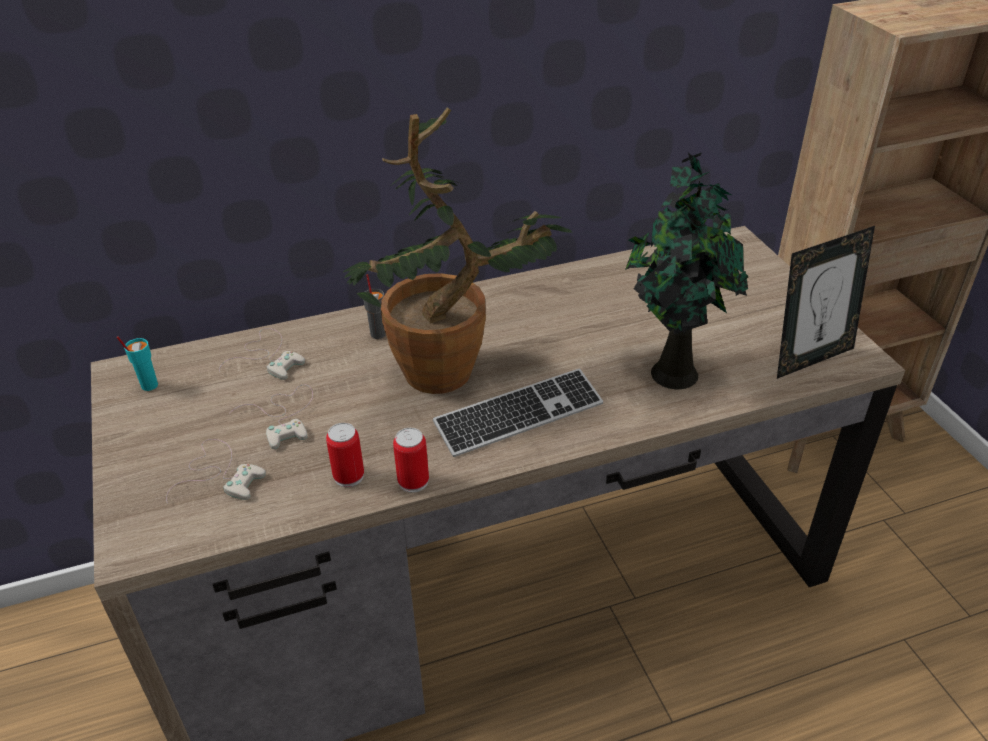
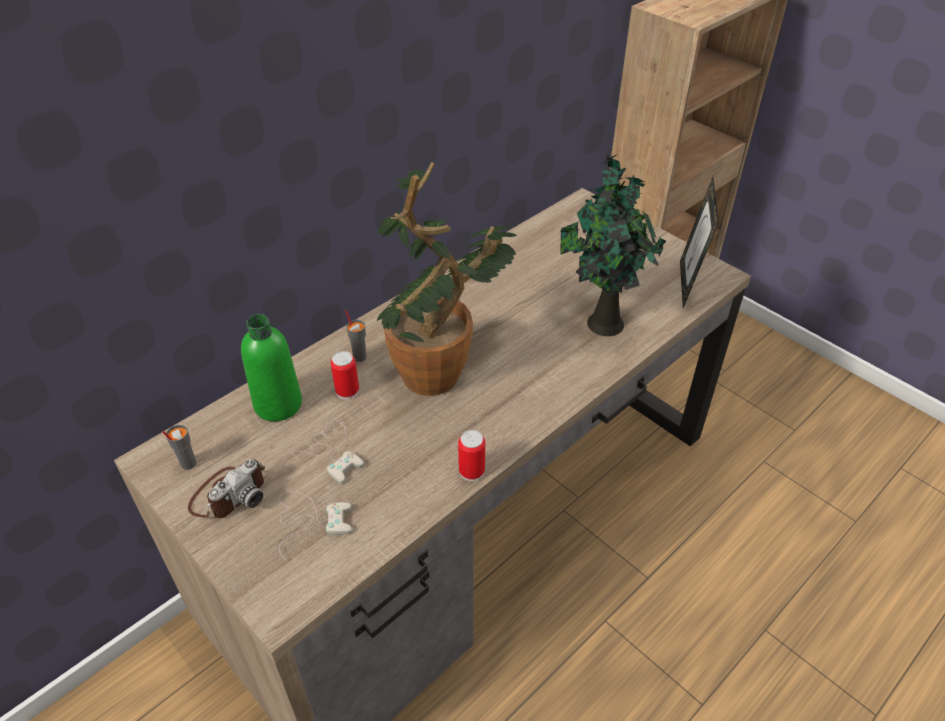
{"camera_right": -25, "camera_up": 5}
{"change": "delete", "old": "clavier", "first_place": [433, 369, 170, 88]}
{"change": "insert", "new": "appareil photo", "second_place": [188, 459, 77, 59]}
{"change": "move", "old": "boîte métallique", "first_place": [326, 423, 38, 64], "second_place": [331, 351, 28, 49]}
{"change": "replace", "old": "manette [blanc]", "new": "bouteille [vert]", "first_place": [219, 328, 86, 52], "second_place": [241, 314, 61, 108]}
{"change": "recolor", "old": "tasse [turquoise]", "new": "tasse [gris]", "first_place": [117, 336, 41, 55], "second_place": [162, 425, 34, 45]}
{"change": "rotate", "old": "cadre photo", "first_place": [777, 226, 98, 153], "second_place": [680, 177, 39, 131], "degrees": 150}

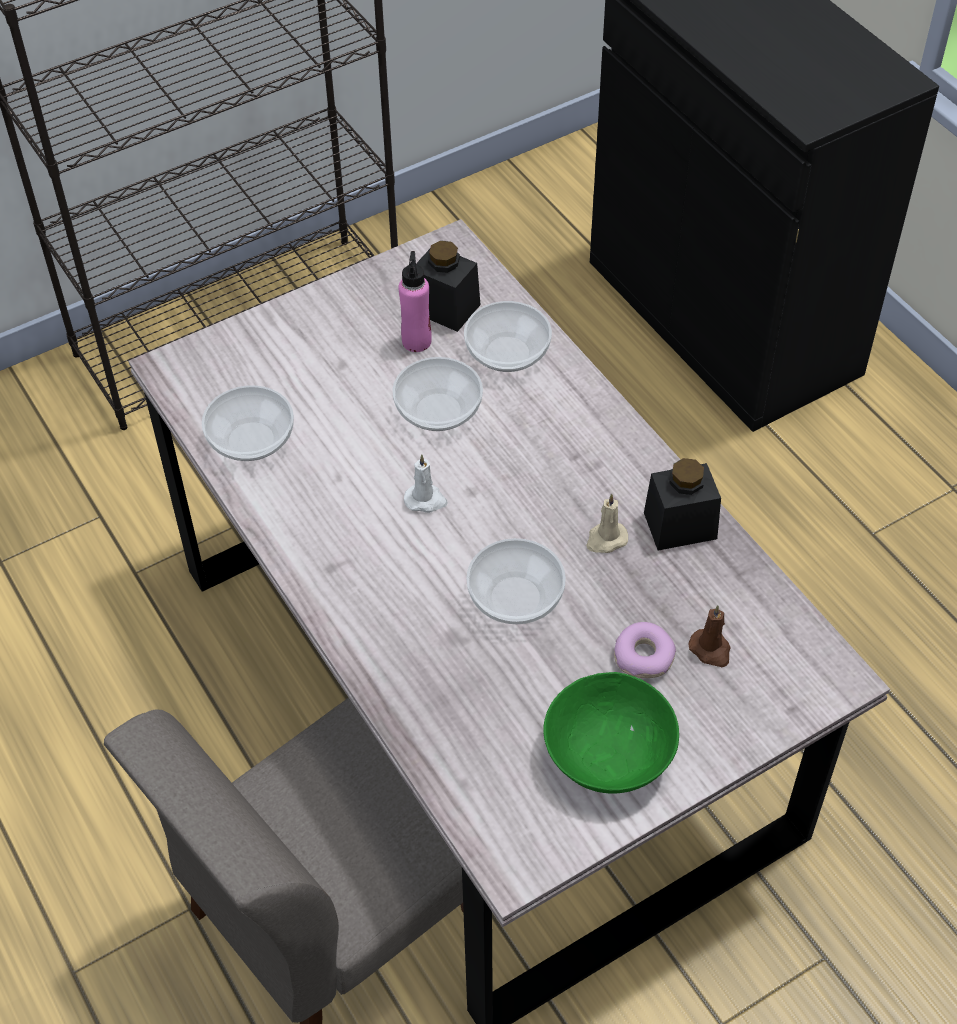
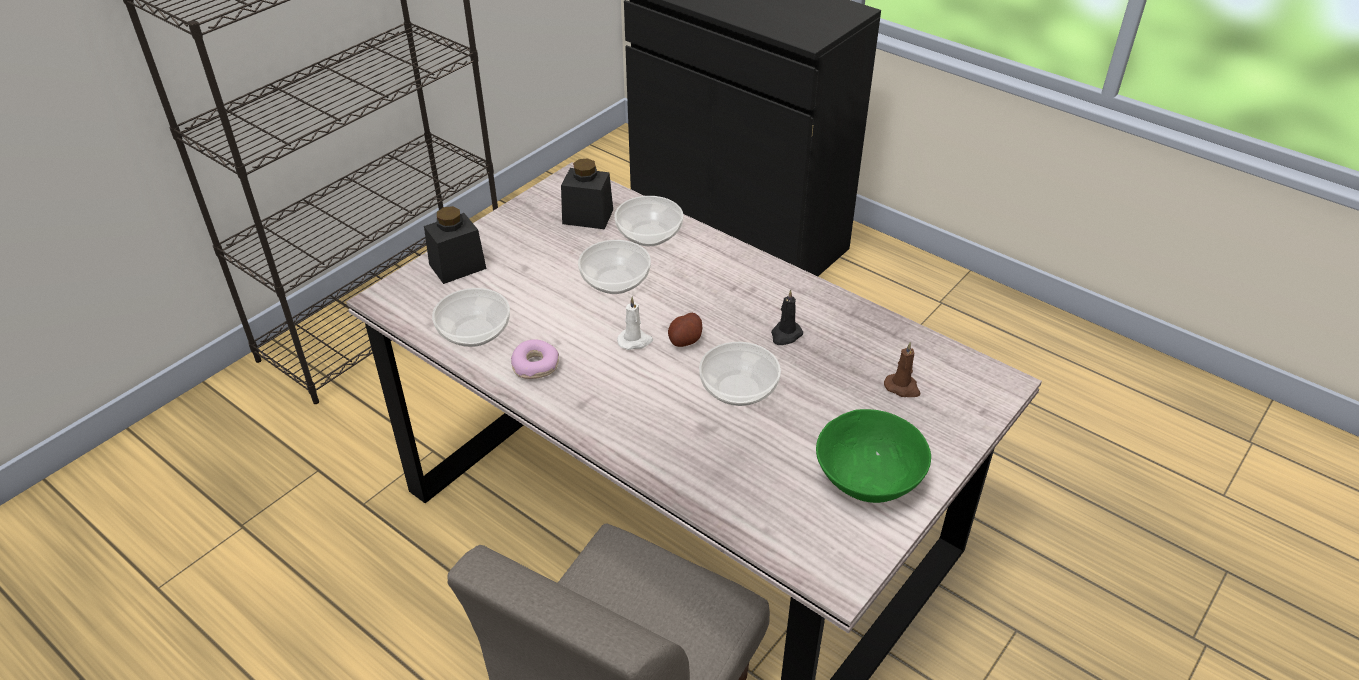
{"camera_right": -20, "camera_up": -10}
{"change": "delete", "old": "bouteille [rose]", "first_place": [398, 251, 34, 101]}
{"change": "insert", "new": "pomme de terre", "second_place": [668, 313, 34, 34]}
{"change": "move", "old": "beignet", "first_place": [614, 622, 62, 56], "second_place": [511, 339, 48, 40]}
{"change": "move", "old": "bocal [noir]", "first_place": [644, 458, 77, 92], "second_place": [424, 206, 62, 78]}
{"change": "recolor", "old": "bougie [beige]", "new": "bougie [noir]", "first_place": [586, 493, 42, 60], "second_place": [771, 290, 32, 55]}

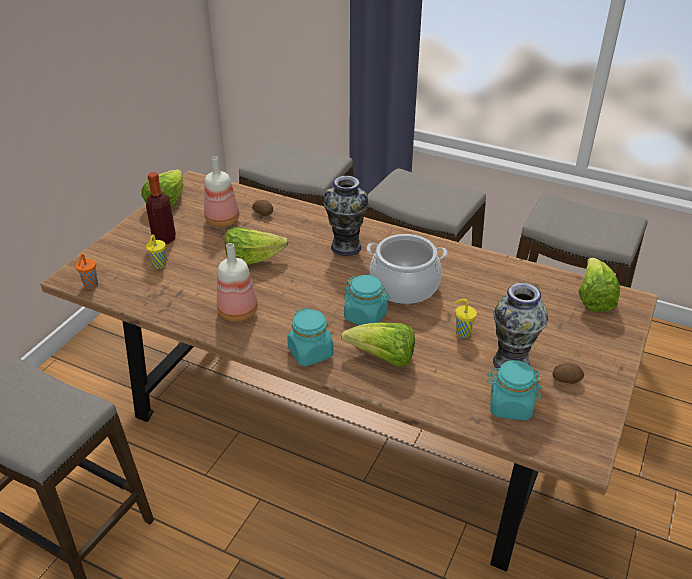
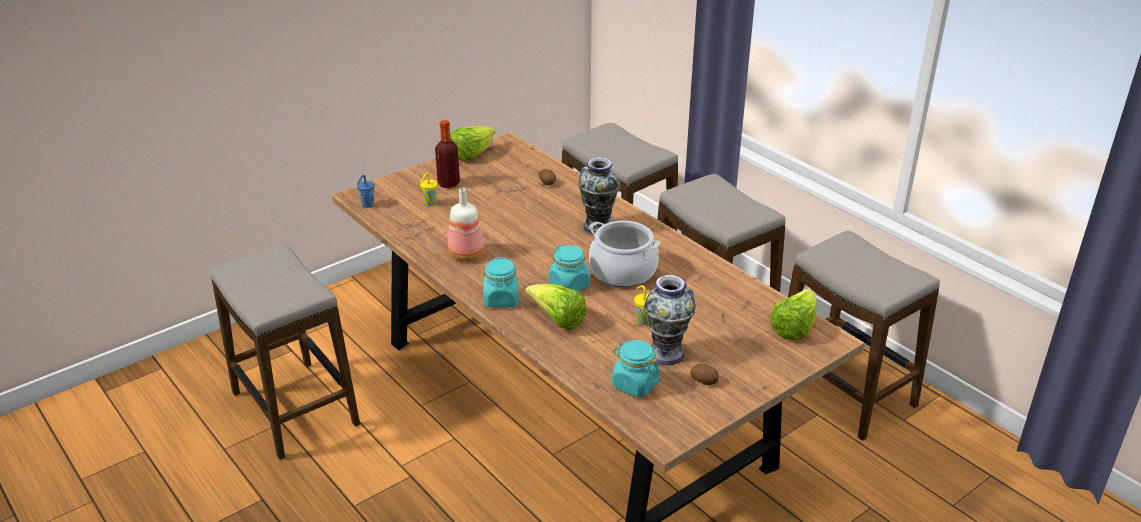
{"camera_right": 25, "camera_up": -5}
{"change": "delete", "old": "bouteille", "first_place": [204, 157, 35, 70]}
{"change": "delete", "old": "laitue", "first_place": [225, 227, 64, 38]}
{"change": "recolor", "old": "tasse [orange]", "new": "tasse [bleu]", "first_place": [75, 254, 23, 35], "second_place": [357, 175, 18, 33]}

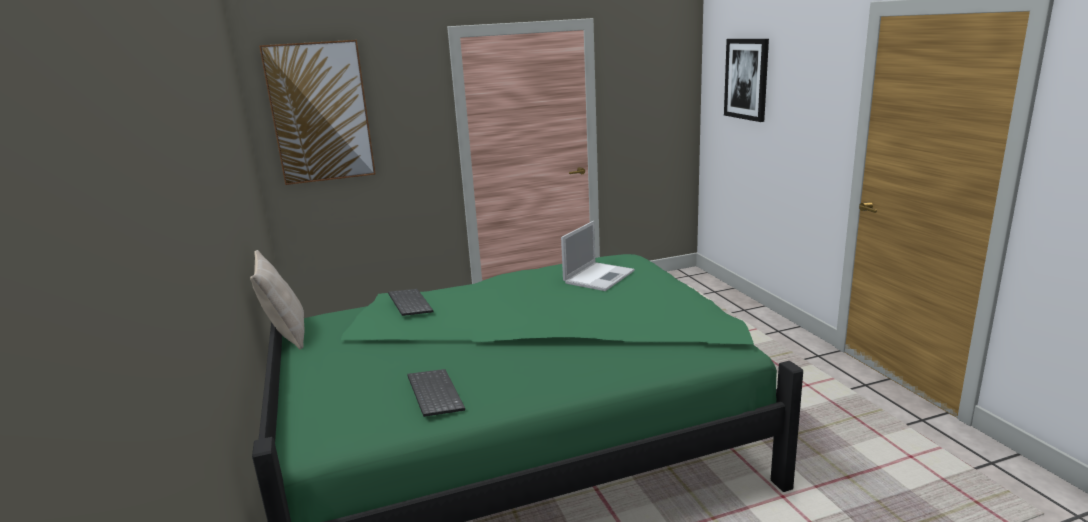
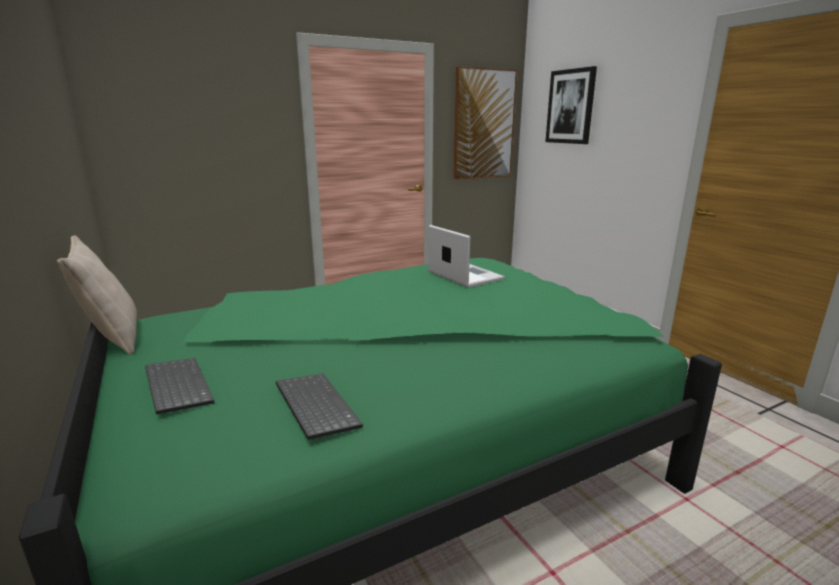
{"camera_right": -10, "camera_up": 0}
{"change": "move", "old": "tableau", "first_place": [259, 40, 117, 145], "second_place": [453, 66, 64, 114]}
{"change": "move", "old": "clavier", "first_place": [388, 289, 45, 27], "second_place": [145, 358, 69, 57]}
{"change": "rotate", "old": "ordinateur portable", "first_place": [561, 221, 73, 70], "second_place": [428, 225, 77, 63], "degrees": -60}

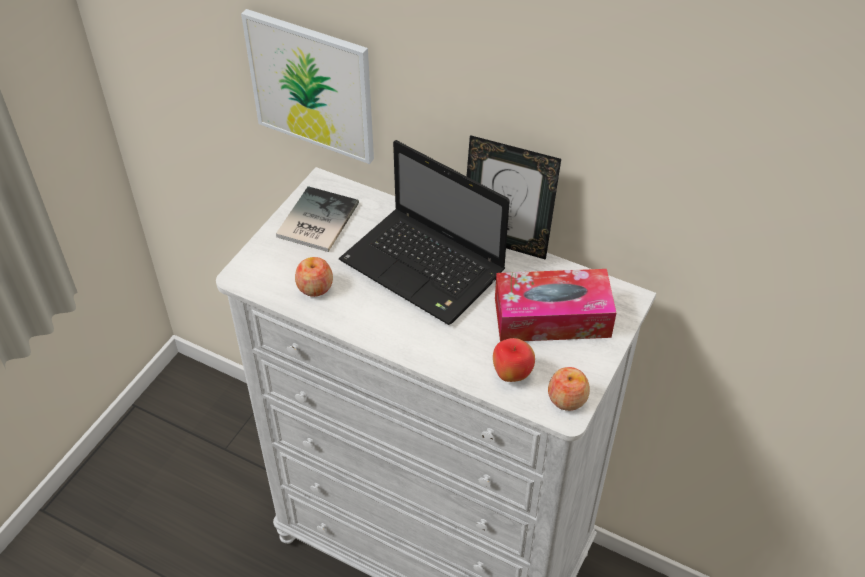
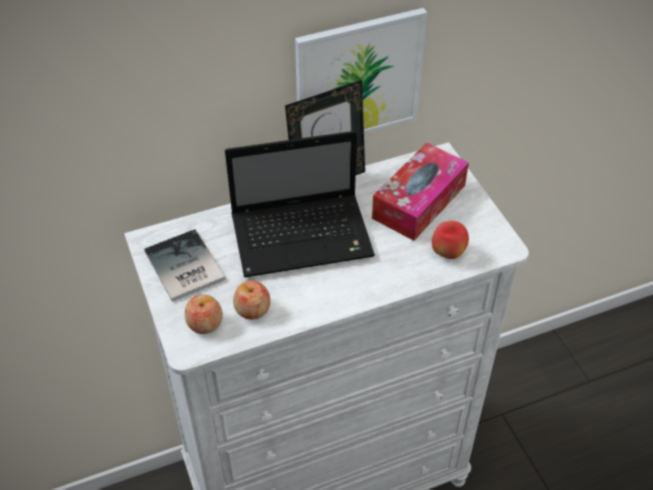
{"camera_right": -50, "camera_up": 0}
{"change": "move", "old": "tableau", "first_place": [241, 9, 133, 155], "second_place": [295, 8, 132, 125]}
{"change": "move", "old": "pomme", "first_place": [548, 367, 42, 44], "second_place": [185, 295, 38, 39]}

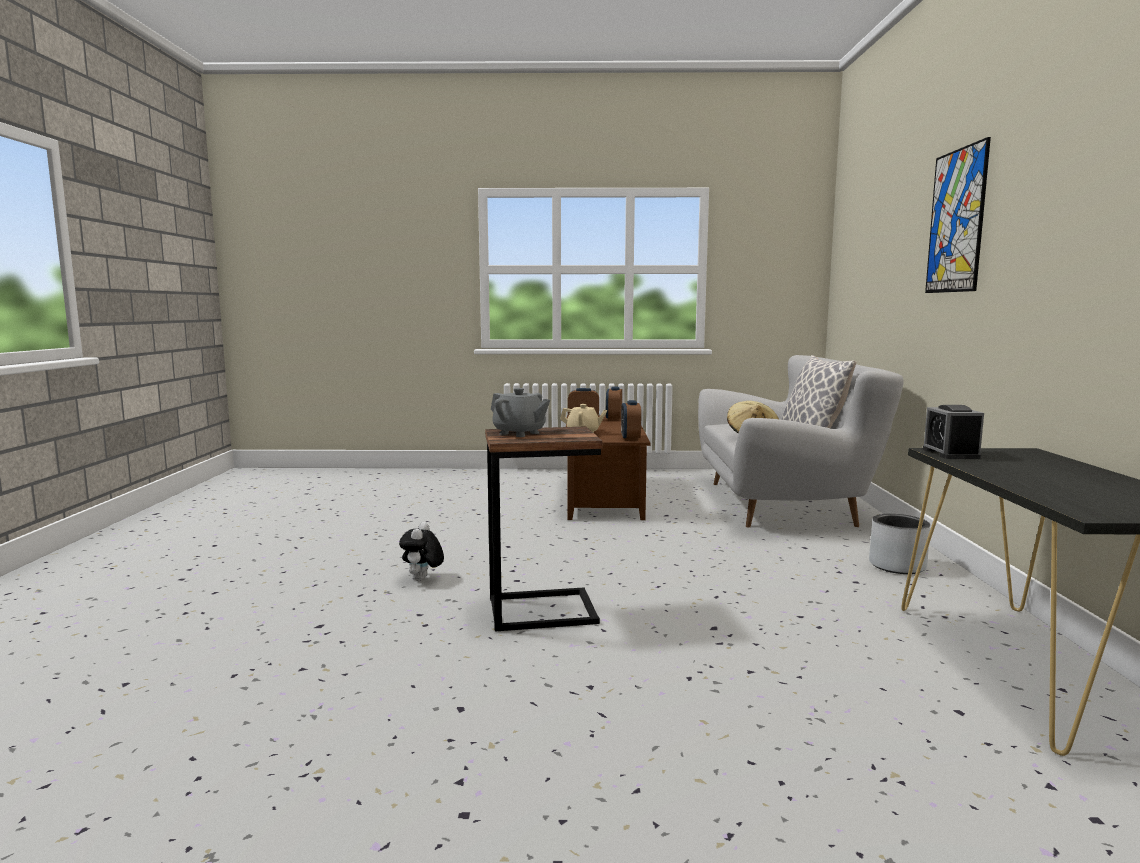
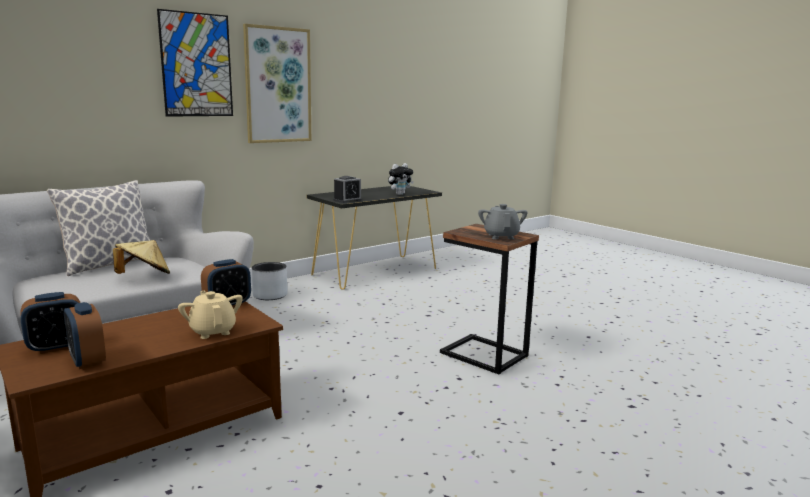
{"camera_right": -130, "camera_up": 5}
{"change": "insert", "new": "tableau", "second_place": [243, 24, 68, 119]}
{"change": "move", "old": "peluche", "first_place": [399, 522, 45, 58], "second_place": [388, 163, 26, 32]}

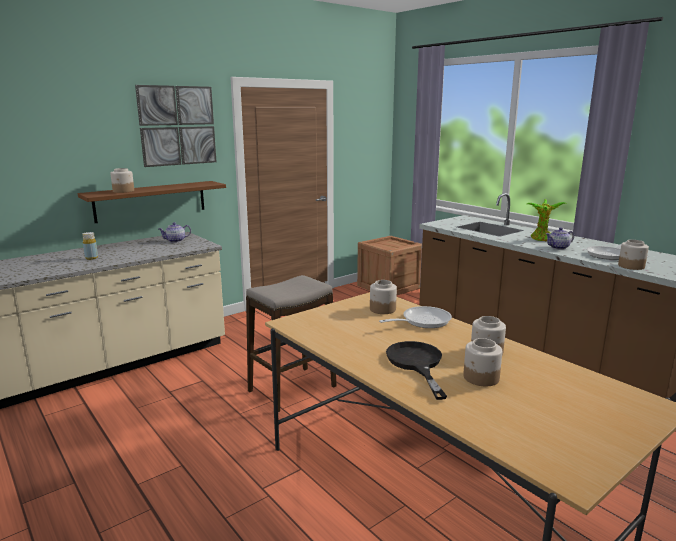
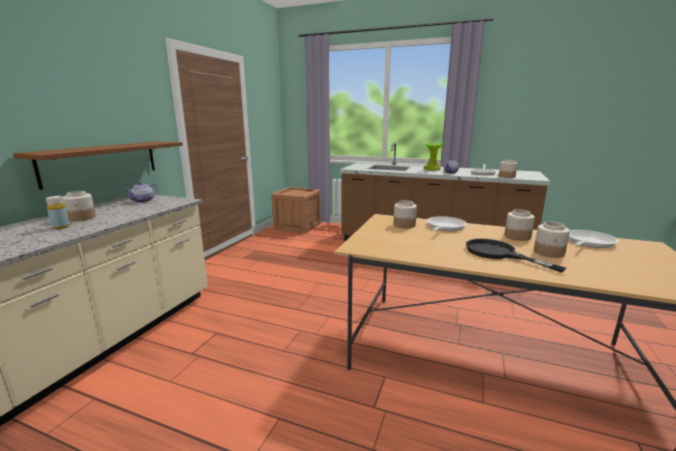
{"camera_right": -30, "camera_up": 0}
{"change": "delete", "old": "tableau", "first_place": [135, 85, 81, 82]}
{"change": "delete", "old": "tabouret", "first_place": [246, 275, 91, 137]}
{"change": "insert", "new": "poêle", "second_place": [569, 230, 50, 18]}
{"change": "move", "old": "bocal", "first_place": [110, 168, 24, 25], "second_place": [62, 191, 34, 30]}

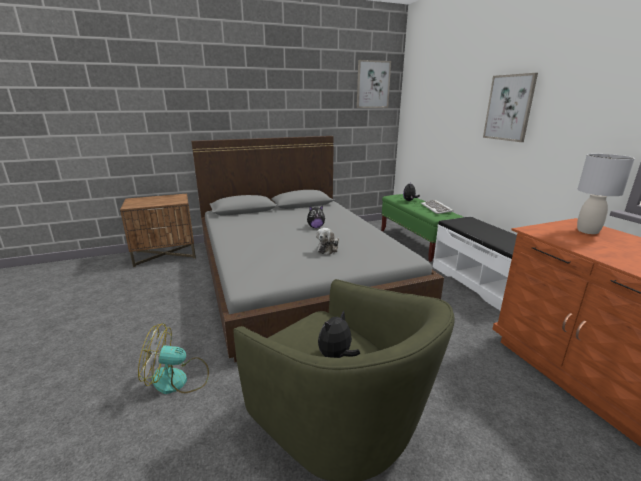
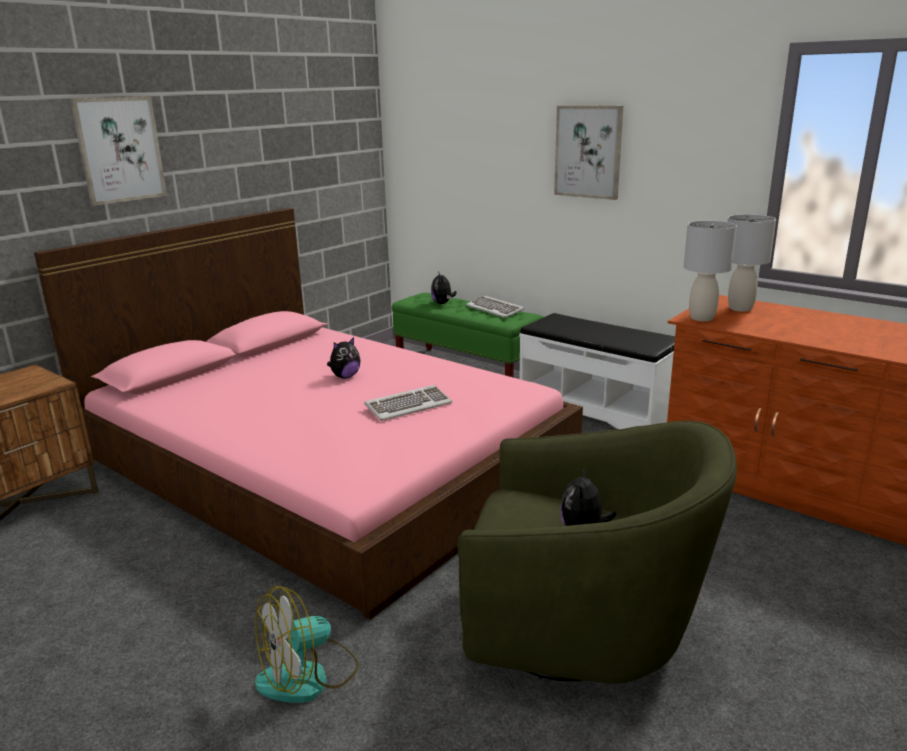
{"camera_right": -30, "camera_up": 0}
{"change": "insert", "new": "lampe de table [gris]", "second_place": [683, 221, 54, 100]}
{"change": "move", "old": "tableau", "first_place": [357, 60, 34, 48], "second_place": [70, 96, 97, 110]}
{"change": "replace", "old": "peluche", "new": "clavier", "first_place": [316, 228, 23, 27], "second_place": [364, 385, 88, 36]}
{"change": "recolor", "old": "lit [gris]", "new": "lit [rose]", "first_place": [191, 136, 253, 226], "second_place": [34, 208, 549, 412]}

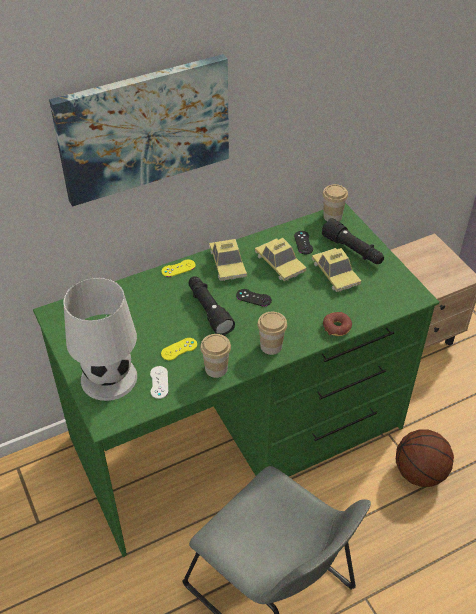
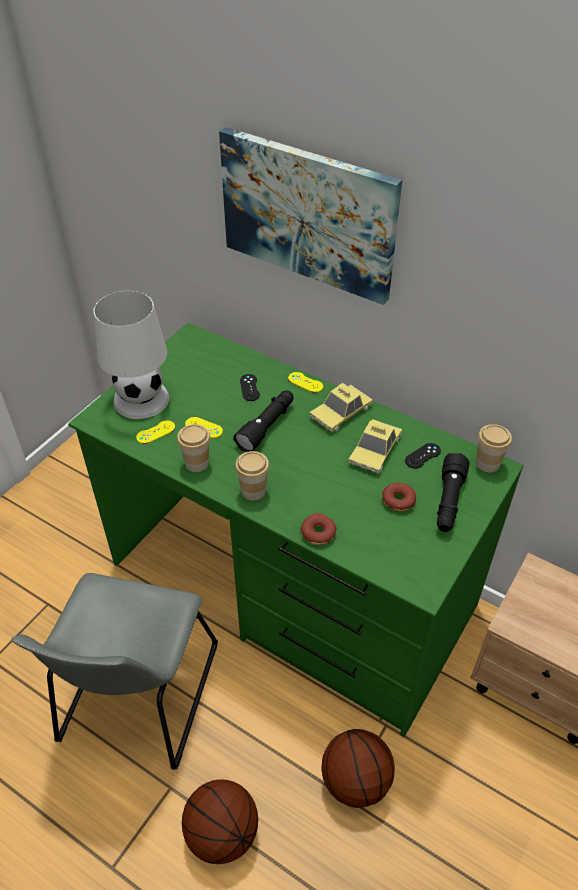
{"camera_right": 60, "camera_up": 0}
{"change": "insert", "new": "ballon de basket", "second_place": [182, 779, 76, 85]}
{"change": "move", "old": "manette [noir]", "first_place": [236, 289, 36, 18], "second_place": [240, 374, 20, 27]}
{"change": "replace", "old": "petite voiture", "new": "beignet", "first_place": [312, 248, 49, 44], "second_place": [382, 483, 34, 28]}
{"change": "recolor", "old": "manette [blanc]", "new": "manette [jaune]", "first_place": [150, 366, 18, 33], "second_place": [136, 420, 39, 24]}

